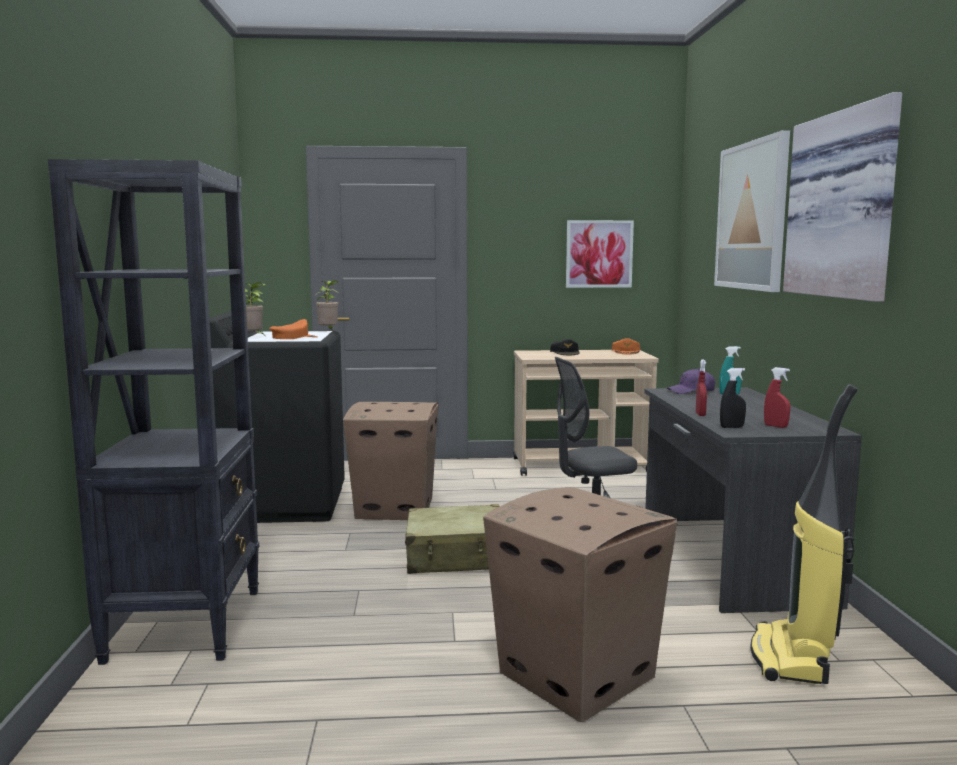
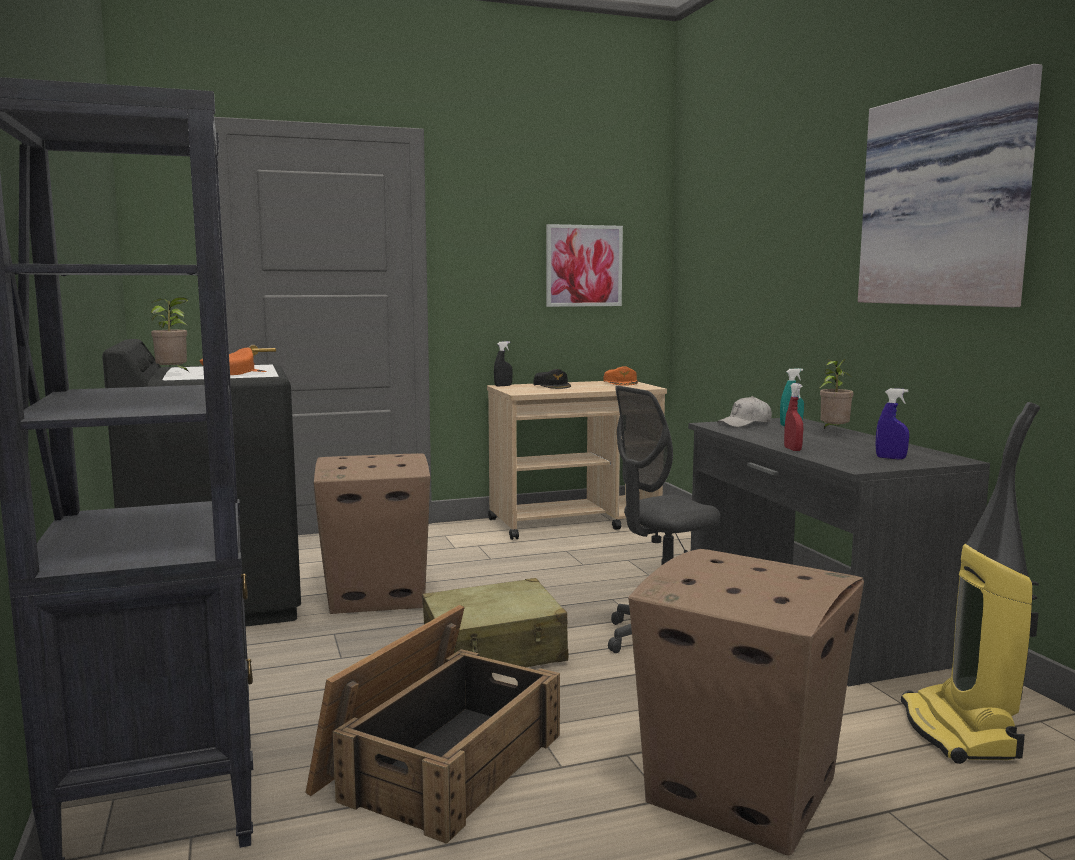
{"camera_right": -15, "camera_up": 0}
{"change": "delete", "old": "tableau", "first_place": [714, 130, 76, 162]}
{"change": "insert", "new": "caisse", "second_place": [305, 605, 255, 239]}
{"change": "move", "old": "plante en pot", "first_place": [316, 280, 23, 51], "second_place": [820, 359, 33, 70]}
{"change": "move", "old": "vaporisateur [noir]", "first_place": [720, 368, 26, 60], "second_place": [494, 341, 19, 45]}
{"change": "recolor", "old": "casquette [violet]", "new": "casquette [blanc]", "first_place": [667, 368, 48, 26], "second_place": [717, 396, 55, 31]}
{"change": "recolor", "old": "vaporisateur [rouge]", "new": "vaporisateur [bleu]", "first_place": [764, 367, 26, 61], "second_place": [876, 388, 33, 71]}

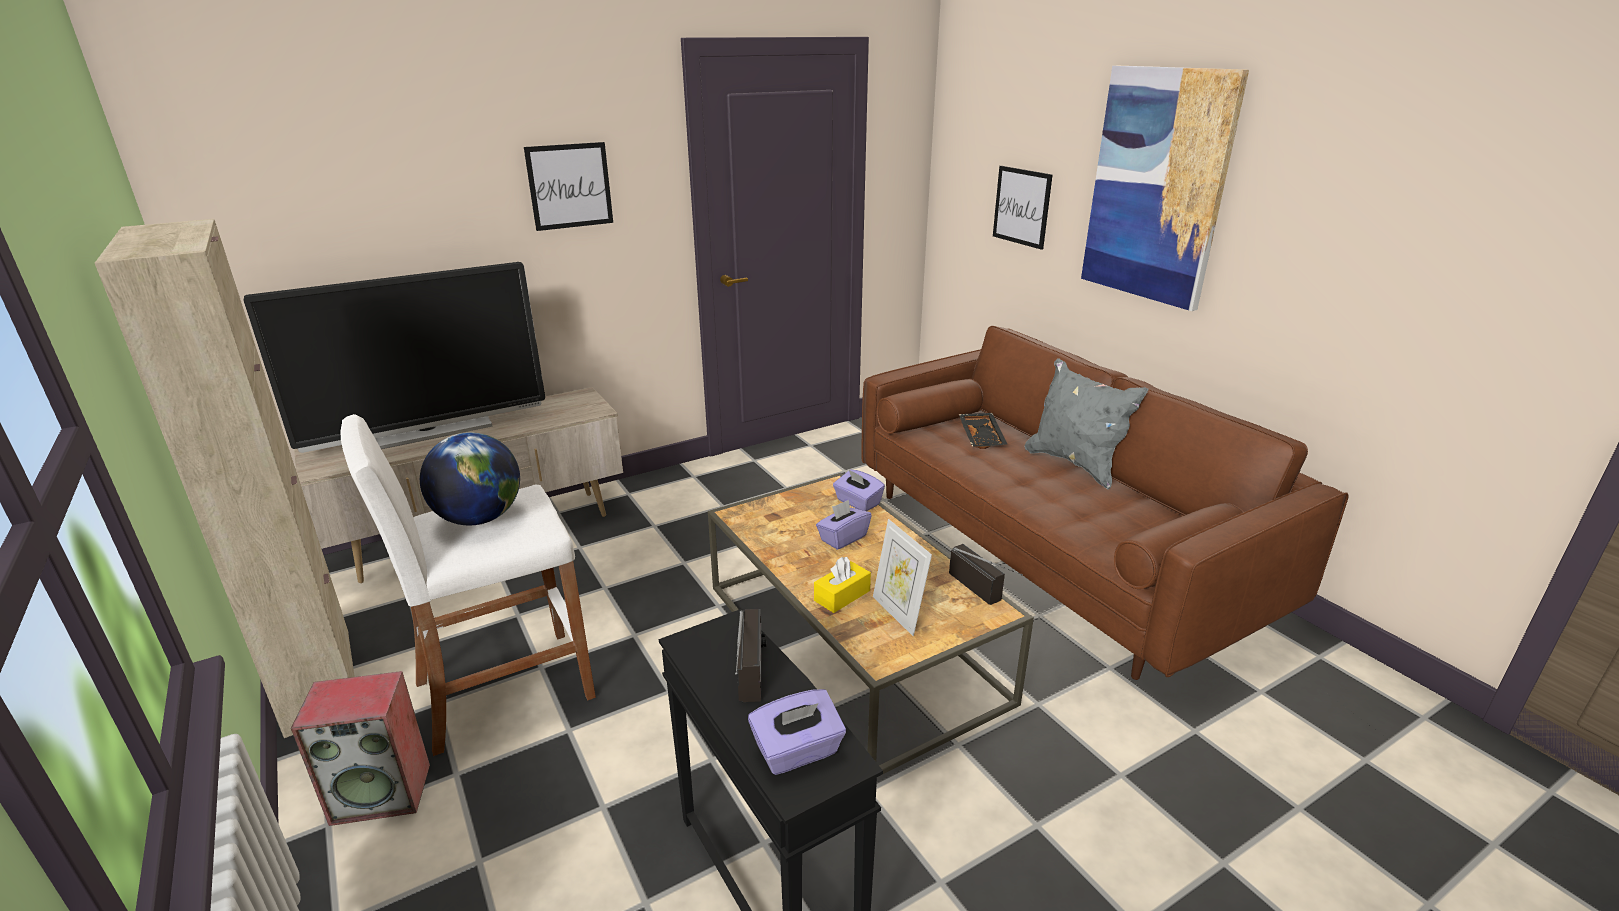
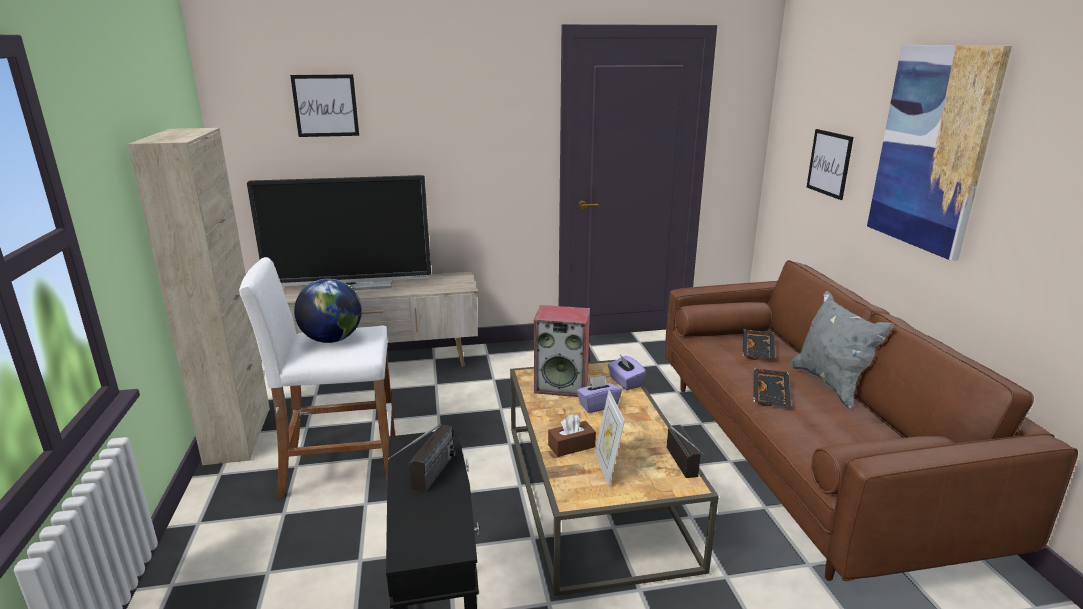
{"camera_right": 20, "camera_up": -5}
{"change": "delete", "old": "boîte à mouchoirs [violet]", "first_place": [748, 689, 98, 86]}
{"change": "insert", "new": "plateau [noir]", "second_place": [753, 369, 38, 37]}
{"change": "move", "old": "enceinte", "first_place": [291, 671, 139, 155], "second_place": [534, 305, 56, 92]}
{"change": "move", "old": "tableau", "first_place": [524, 142, 89, 89], "second_place": [290, 74, 69, 63]}
{"change": "recolor", "old": "boîte à mouchoirs [jaune]", "new": "boîte à mouchoirs [marron]", "first_place": [814, 556, 57, 57], "second_place": [548, 414, 48, 43]}

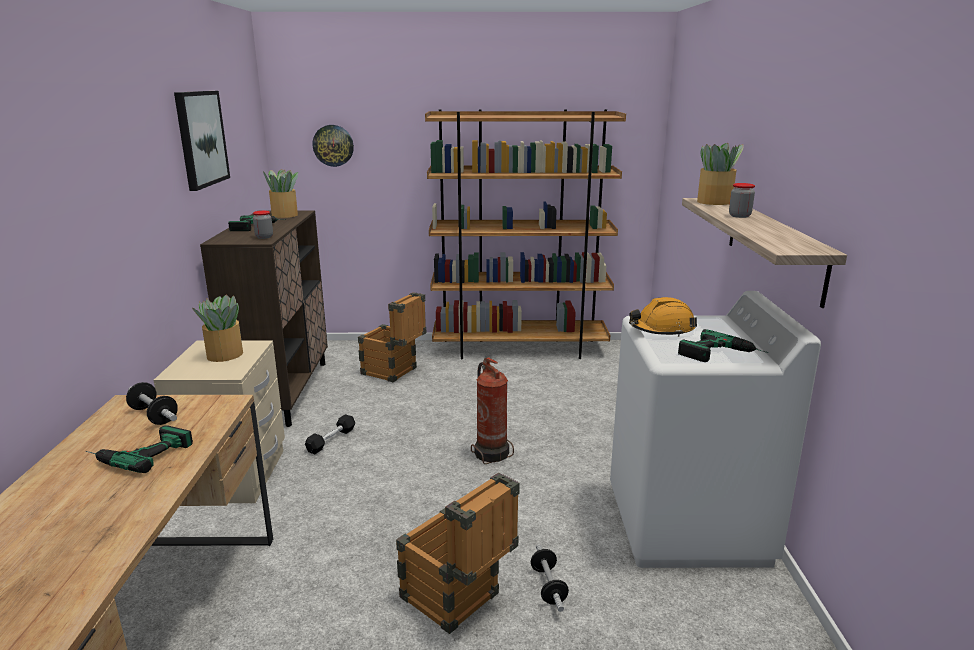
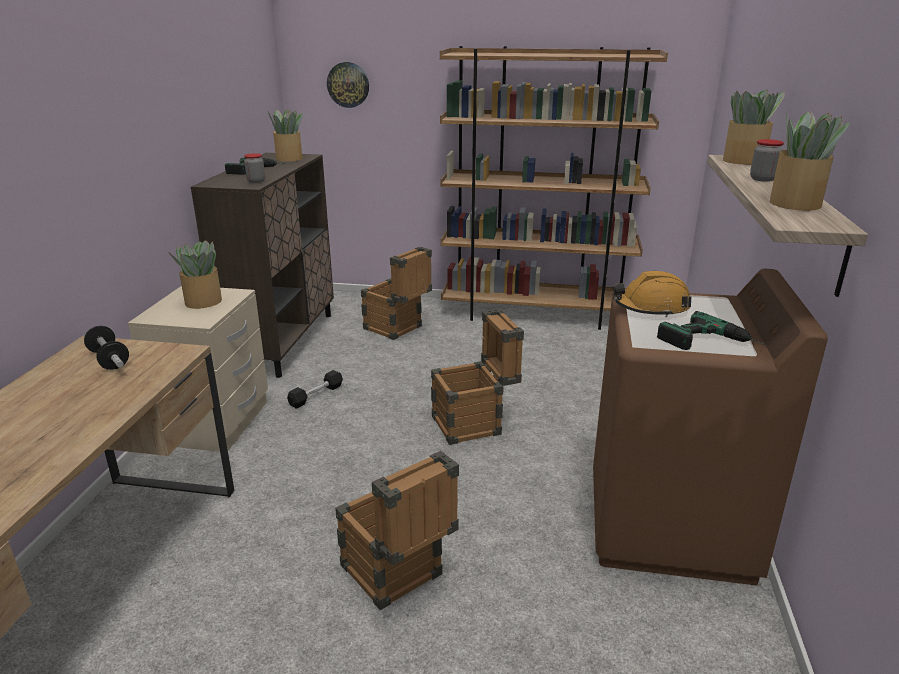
{"camera_right": 10, "camera_up": 5}
{"change": "delete", "old": "perceuse", "first_place": [85, 426, 108, 47]}
{"change": "delete", "old": "tableau", "first_place": [174, 91, 56, 100]}
{"change": "delete", "old": "haltère", "first_place": [531, 544, 38, 68]}
{"change": "insert", "new": "plante en pot", "second_place": [770, 112, 80, 99]}
{"change": "replace", "old": "extincteur", "new": "caisse", "first_place": [471, 357, 43, 107], "second_place": [431, 309, 93, 136]}
{"change": "recolor", "old": "lave-linge [blanc]", "new": "lave-linge [marron]", "first_place": [610, 291, 211, 277], "second_place": [593, 269, 235, 317]}

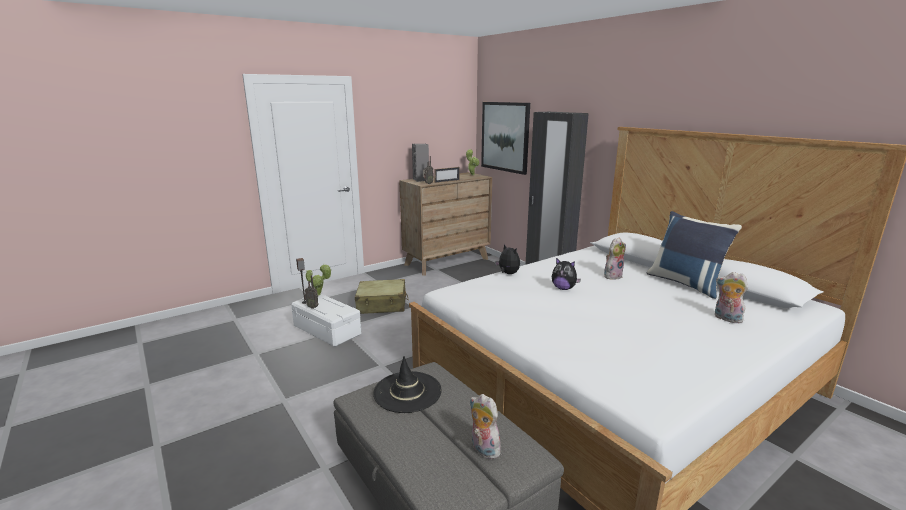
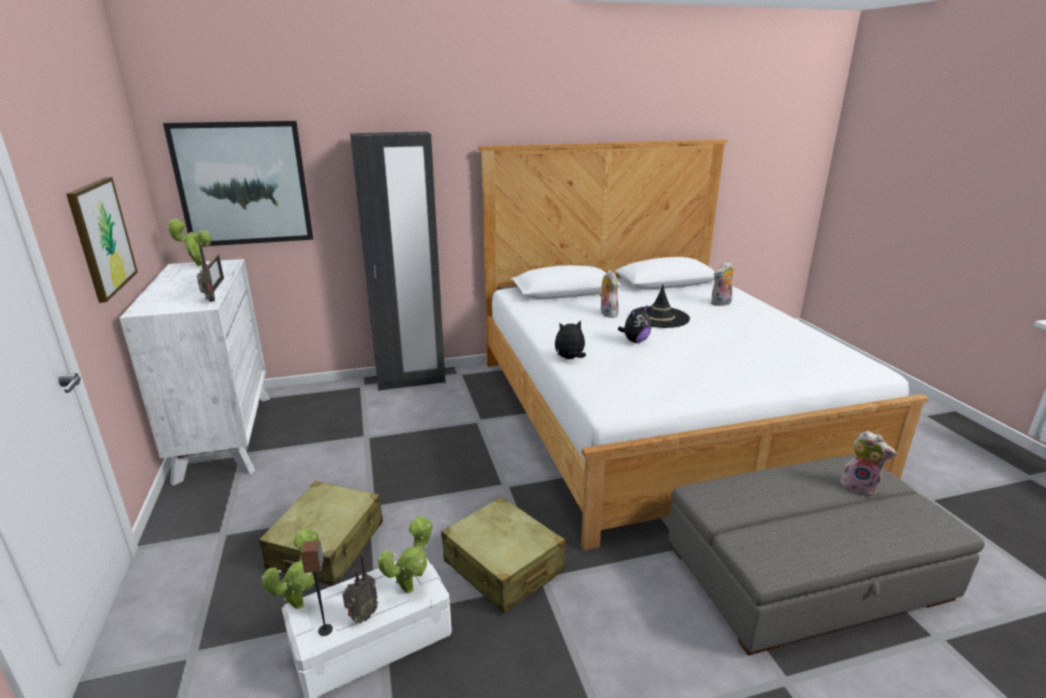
{"camera_right": -70, "camera_up": 5}
{"change": "delete", "old": "enceinte [gris]", "first_place": [412, 144, 17, 38]}
{"change": "delete", "old": "coussin [bleu]", "first_place": [647, 211, 95, 88]}
{"change": "insert", "new": "tableau", "second_place": [66, 177, 72, 126]}
{"change": "insert", "new": "plante en pot", "second_place": [378, 516, 54, 77]}
{"change": "insert", "new": "valise [beige]", "second_place": [441, 496, 124, 117]}
{"change": "move", "old": "chapeau [noir]", "first_place": [373, 356, 69, 57], "second_place": [630, 285, 60, 43]}
{"change": "recolor", "old": "commode [marron]", "new": "commode [blanc]", "first_place": [399, 172, 93, 104], "second_place": [119, 259, 151, 227]}
{"change": "rotate", "old": "peluche", "first_place": [470, 394, 31, 65], "second_place": [840, 431, 56, 66], "degrees": -120}

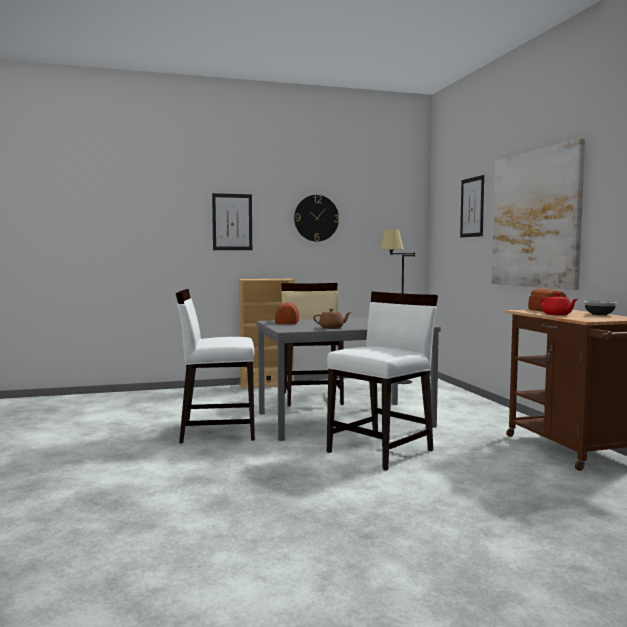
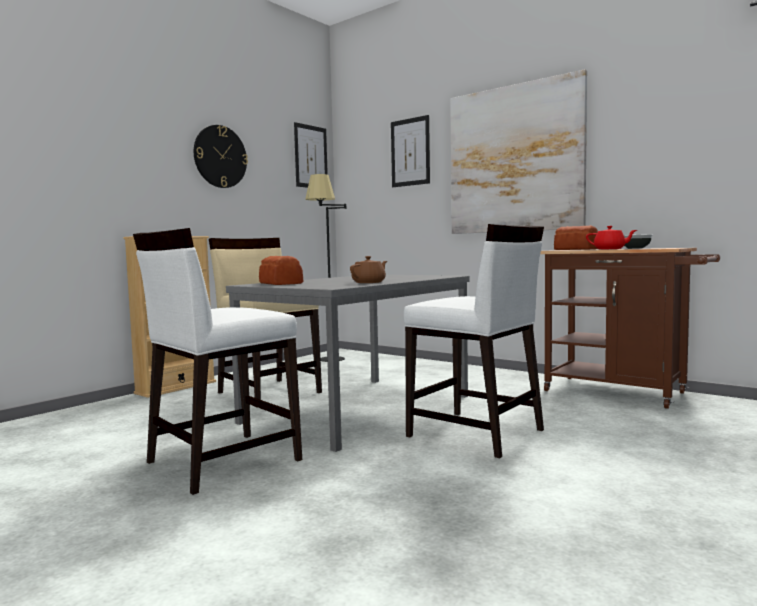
{"camera_right": -35, "camera_up": 0}
{"change": "move", "old": "tableau", "first_place": [212, 193, 40, 57], "second_place": [294, 122, 34, 66]}
{"change": "rotate", "old": "chaise [blanc]", "first_place": [327, 292, 111, 178], "second_place": [404, 224, 140, 234], "degrees": 120}

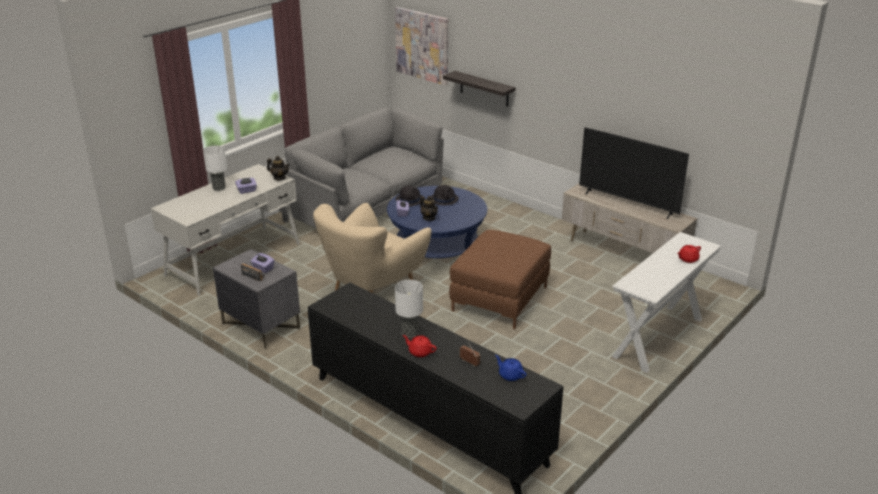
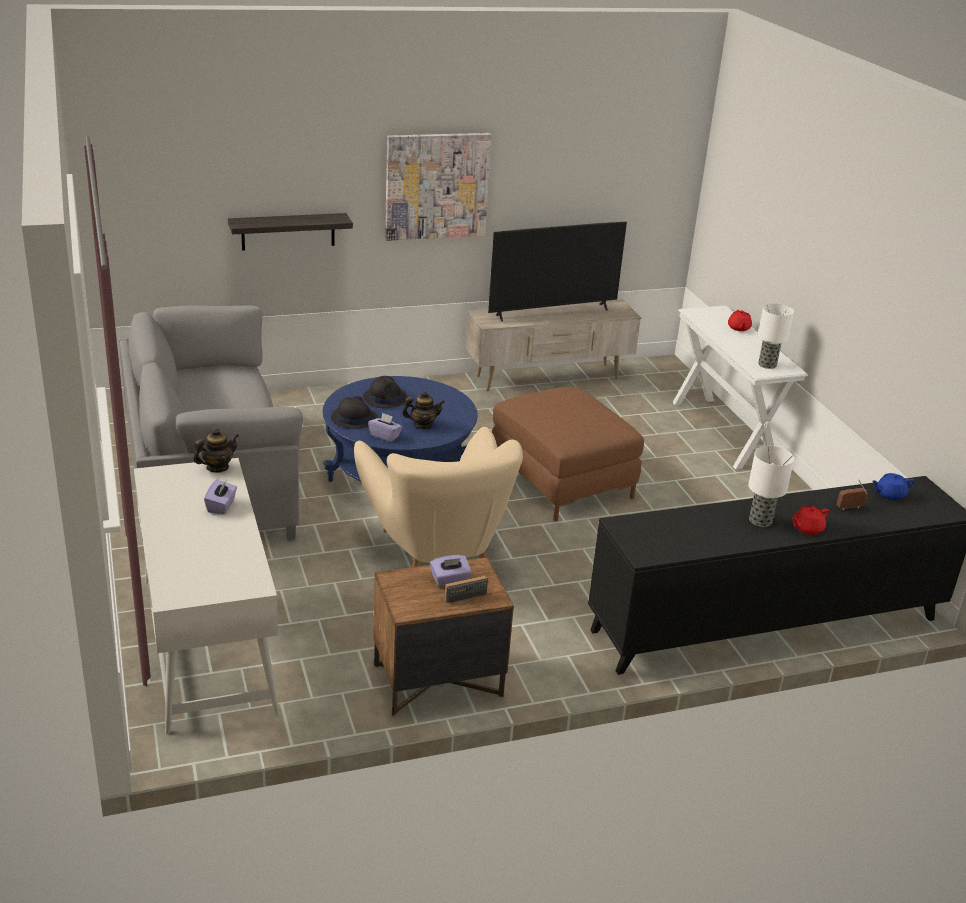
{"camera_right": -60, "camera_up": 0}
{"change": "move", "old": "lampe de table", "first_place": [203, 145, 24, 46], "second_place": [758, 303, 36, 66]}
{"change": "move", "old": "tableau", "first_place": [395, 7, 53, 79], "second_place": [385, 133, 107, 108]}
{"change": "recolor", "old": "table de chevet [gris]", "new": "table de chevet [marron]", "first_place": [213, 249, 87, 100], "second_place": [373, 557, 141, 159]}

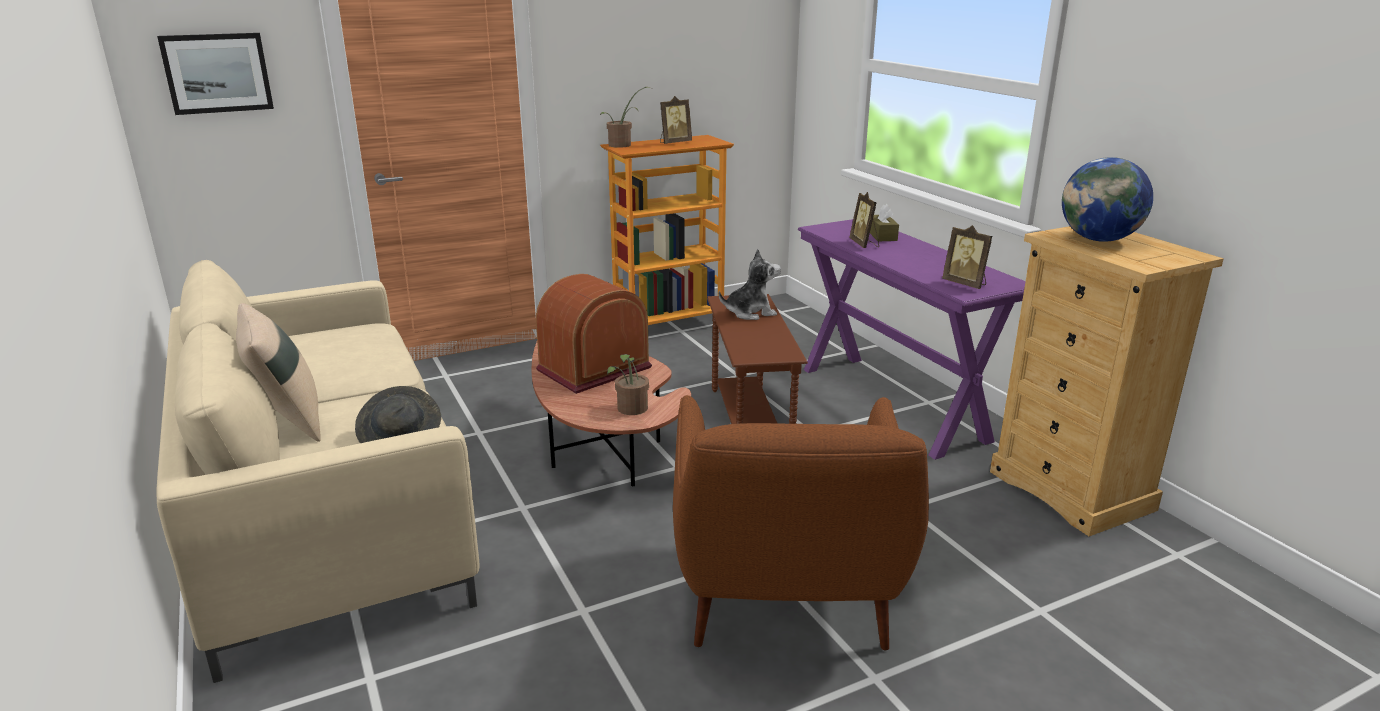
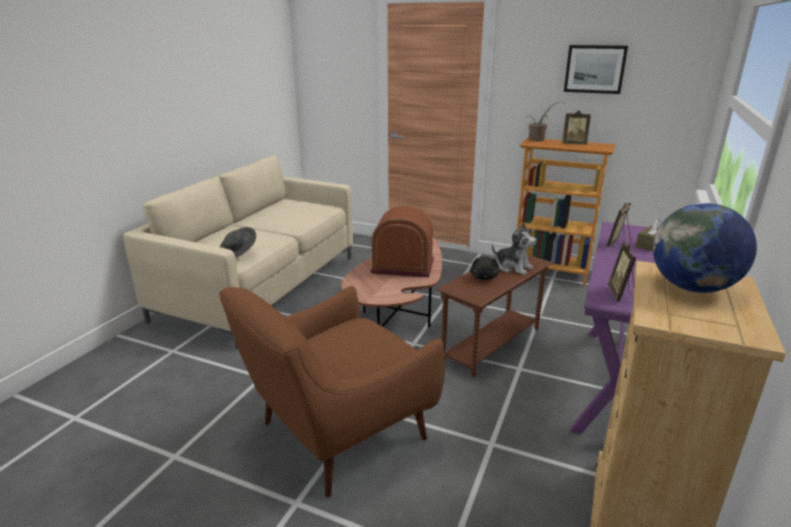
{"camera_right": 50, "camera_up": 0}
{"change": "delete", "old": "coussin [beige]", "first_place": [236, 303, 85, 139]}
{"change": "delete", "old": "plante en pot", "first_place": [607, 354, 42, 61]}
{"change": "insert", "new": "peluche [noir]", "second_place": [470, 256, 29, 24]}
{"change": "move", "old": "tableau", "first_place": [157, 33, 117, 82], "second_place": [564, 45, 64, 49]}

